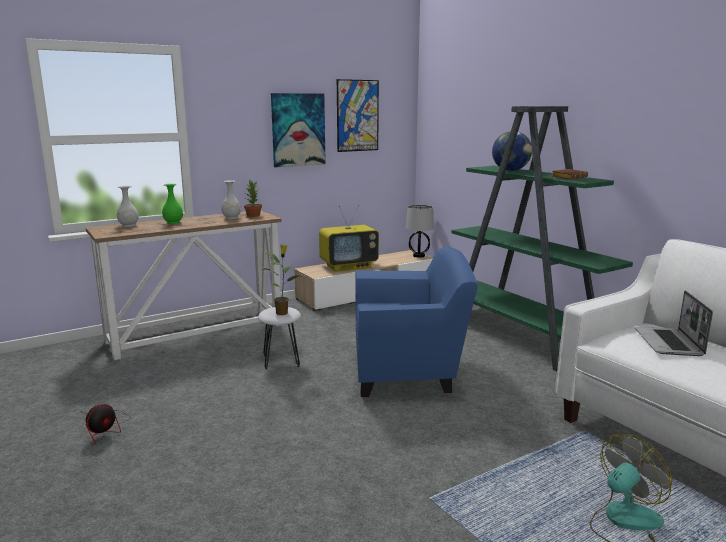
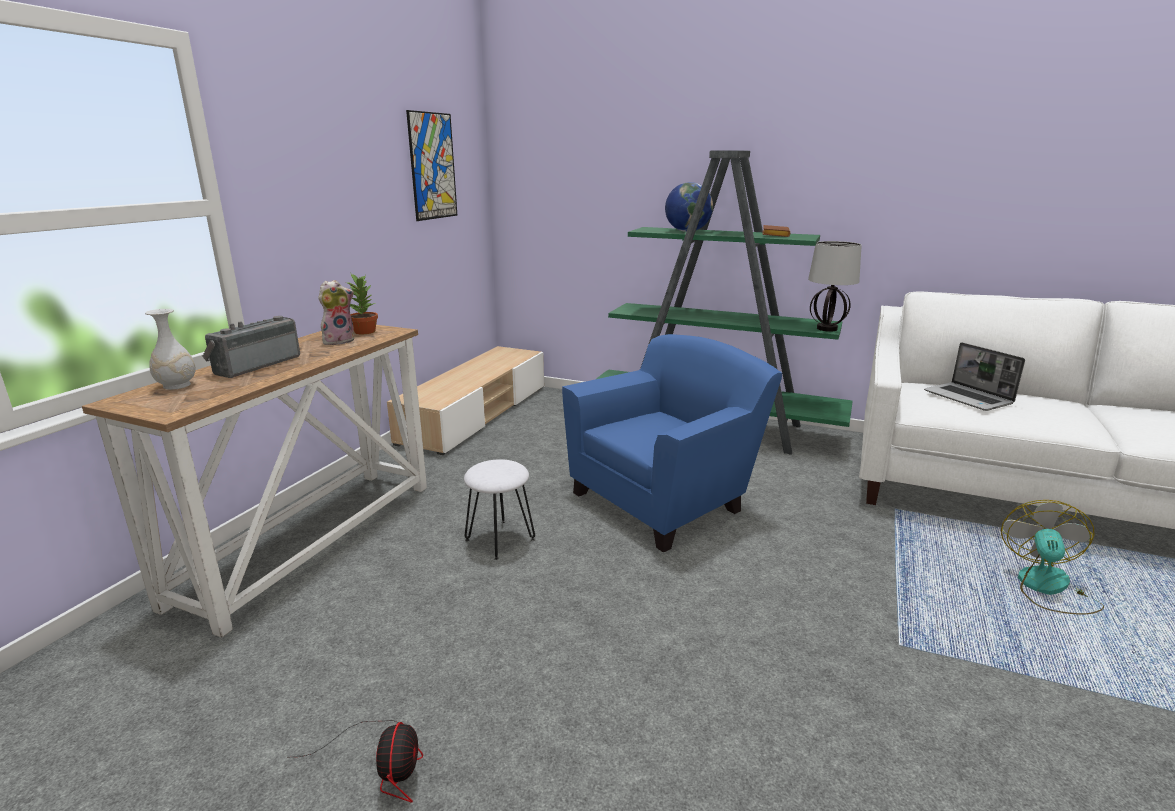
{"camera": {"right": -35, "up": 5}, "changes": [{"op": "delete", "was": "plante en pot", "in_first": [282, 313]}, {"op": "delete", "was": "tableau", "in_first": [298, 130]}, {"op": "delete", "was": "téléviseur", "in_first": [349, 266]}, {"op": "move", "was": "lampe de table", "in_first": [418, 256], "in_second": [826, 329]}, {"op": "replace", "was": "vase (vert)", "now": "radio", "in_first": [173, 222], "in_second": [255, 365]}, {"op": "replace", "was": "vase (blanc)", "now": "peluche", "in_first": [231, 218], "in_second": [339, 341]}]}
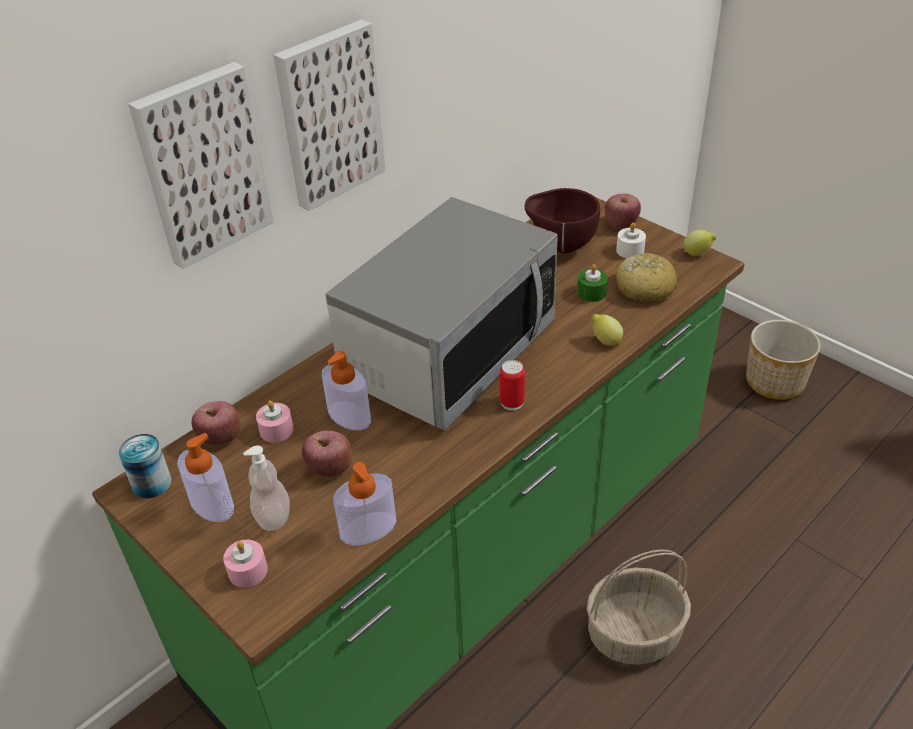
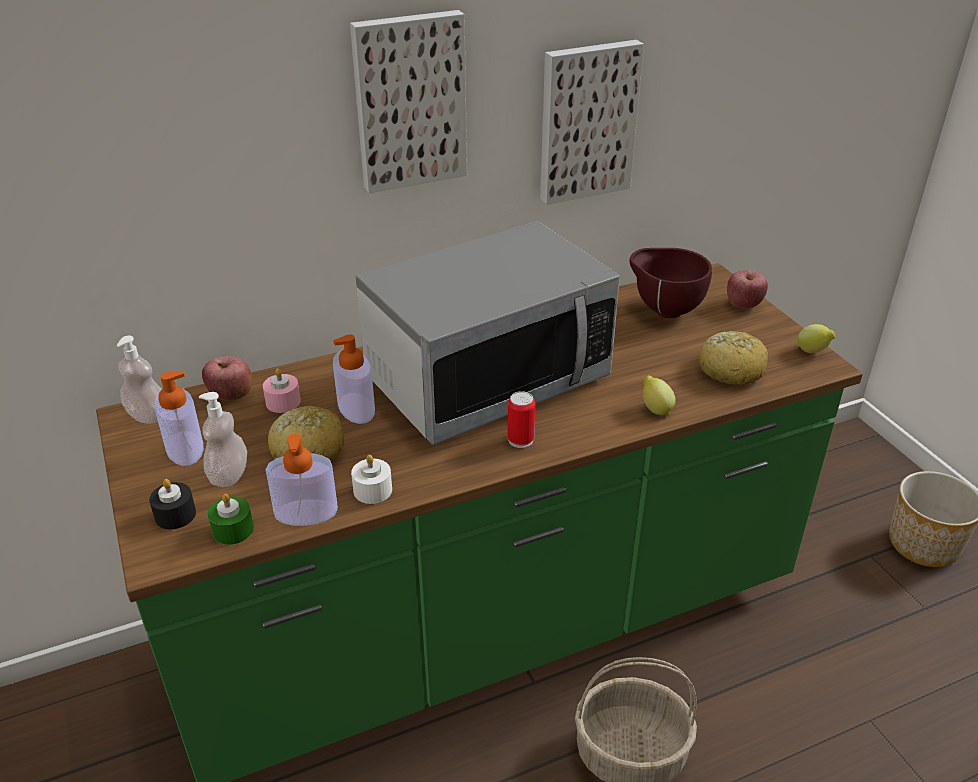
{"camera": {"right": 20, "up": -5}, "changes": [{"op": "move", "was": "tableau", "in_first": [202, 165], "in_second": [586, 121]}, {"op": "move", "was": "bougie (vert)", "in_first": [591, 293], "in_second": [233, 530]}, {"op": "move", "was": "bougie (blanc)", "in_first": [630, 250], "in_second": [372, 490]}, {"op": "replace", "was": "boîte métallique", "now": "distributeur de savon", "in_first": [152, 483], "in_second": [148, 416]}, {"op": "replace", "was": "pomme", "now": "pain", "in_first": [330, 468], "in_second": [308, 449]}, {"op": "recolor", "was": "bougie (rose)", "now": "bougie (noir)", "in_first": [248, 571], "in_second": [175, 515]}]}
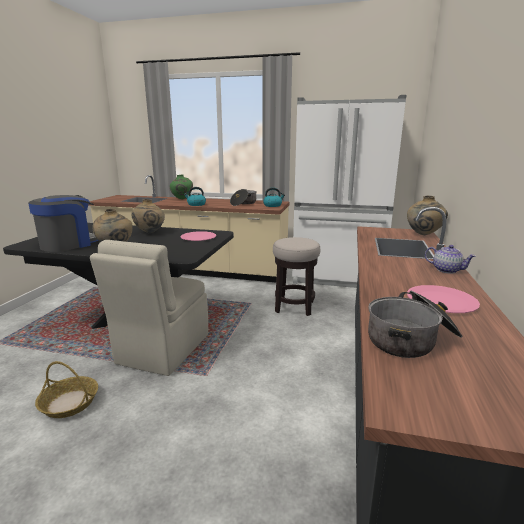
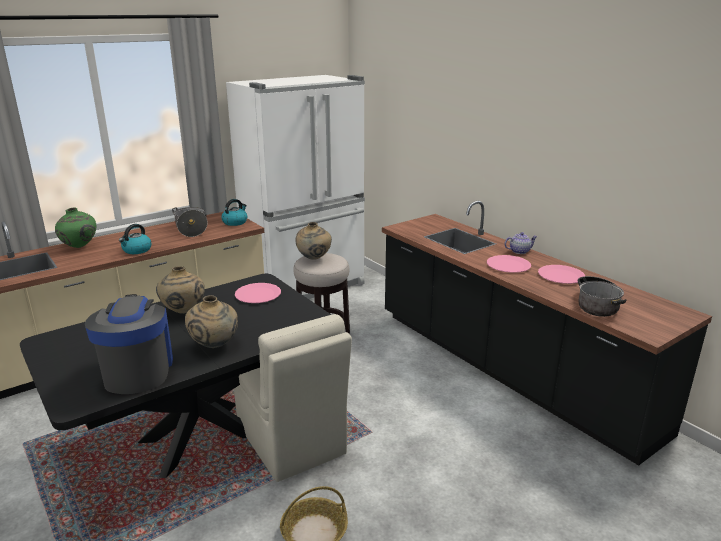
{"camera": {"right": -50, "up": 5}, "changes": [{"op": "insert", "now": "assiette (rose)", "in_second": [508, 265]}, {"op": "move", "was": "vase (beige)", "in_first": [424, 235], "in_second": [314, 259]}]}
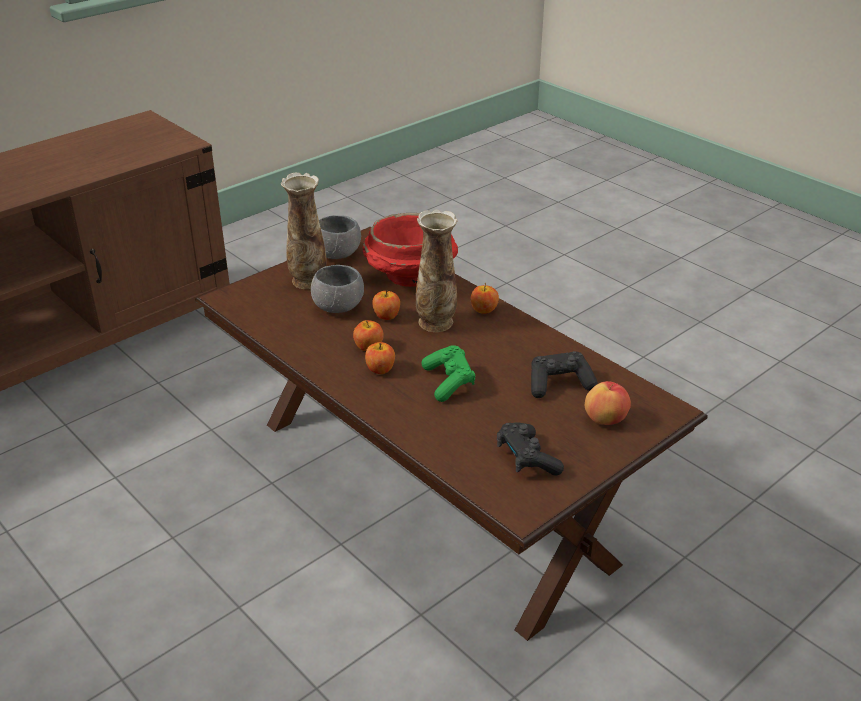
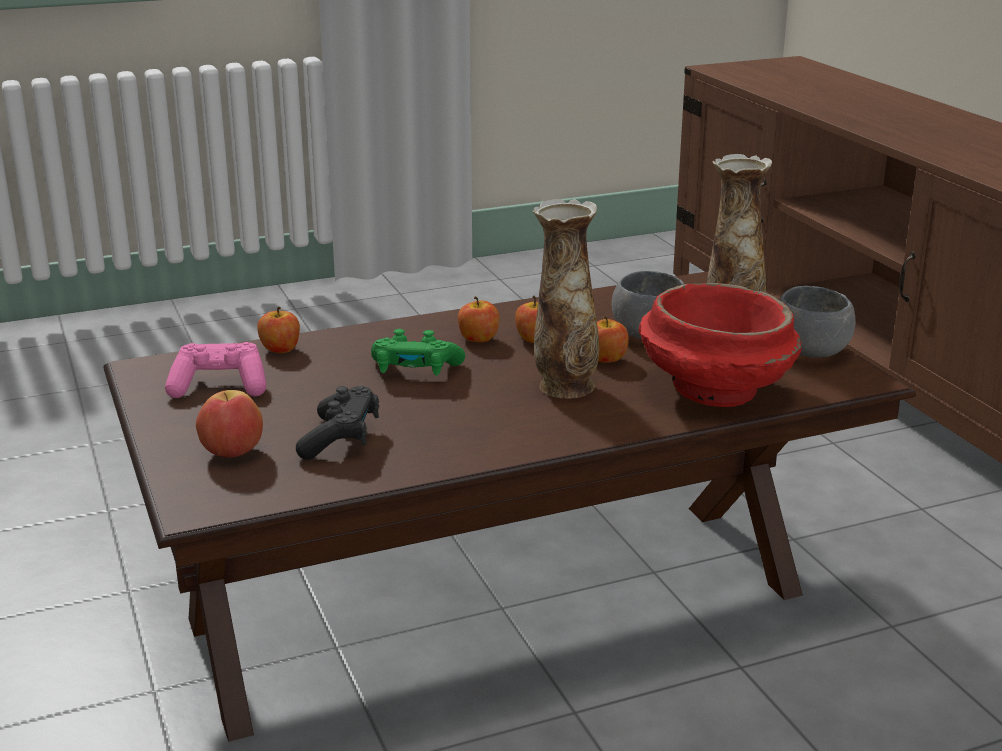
{"camera": {"right": 110, "up": -10}, "changes": [{"op": "move", "was": "pomme", "in_first": [484, 310], "in_second": [280, 349]}, {"op": "recolor", "was": "manette (noir)", "now": "manette (rose)", "in_first": [527, 459], "in_second": [219, 387]}]}
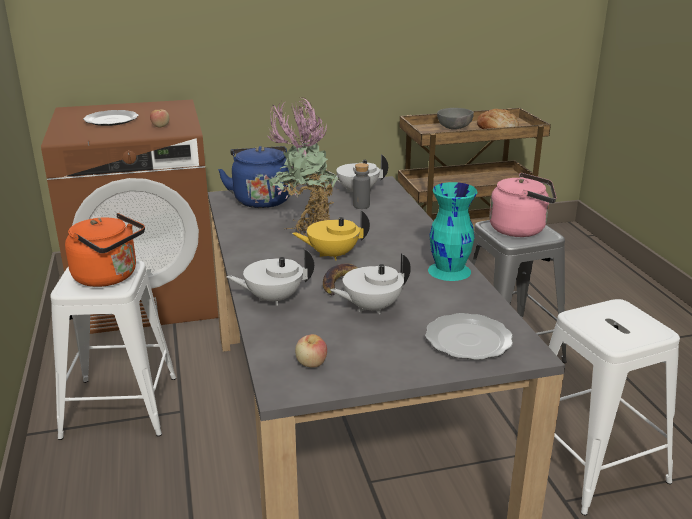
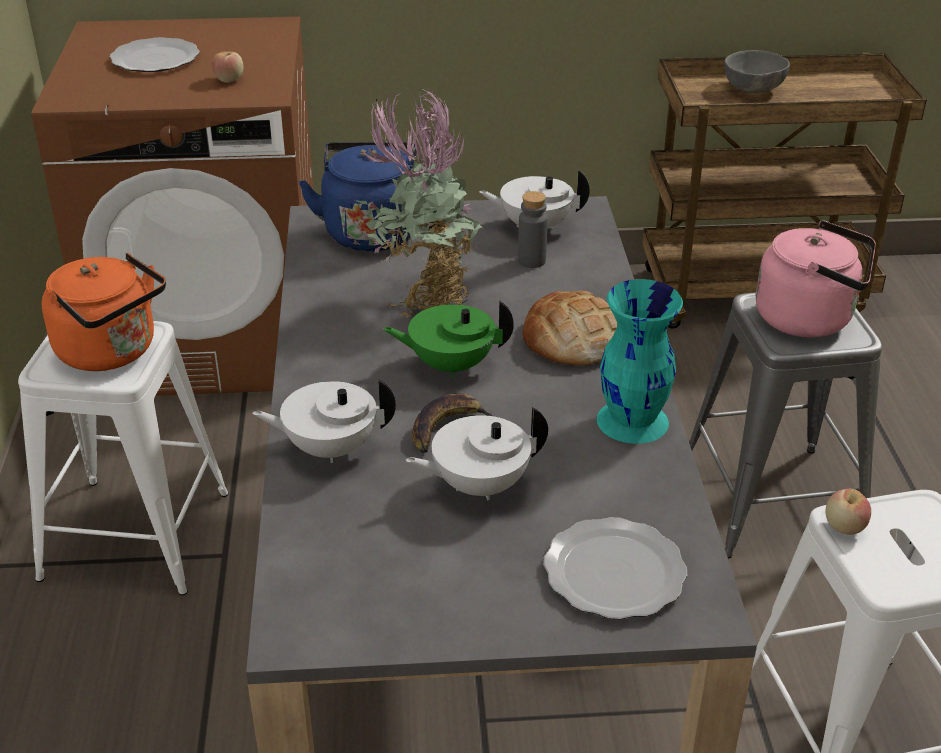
{"camera": {"right": 10, "up": 10}, "changes": [{"op": "move", "was": "pomme", "in_first": [311, 363], "in_second": [844, 527]}, {"op": "move", "was": "pain", "in_first": [497, 126], "in_second": [573, 339]}, {"op": "recolor", "was": "théière (jaune)", "now": "théière (vert)", "in_first": [332, 255], "in_second": [450, 365]}]}
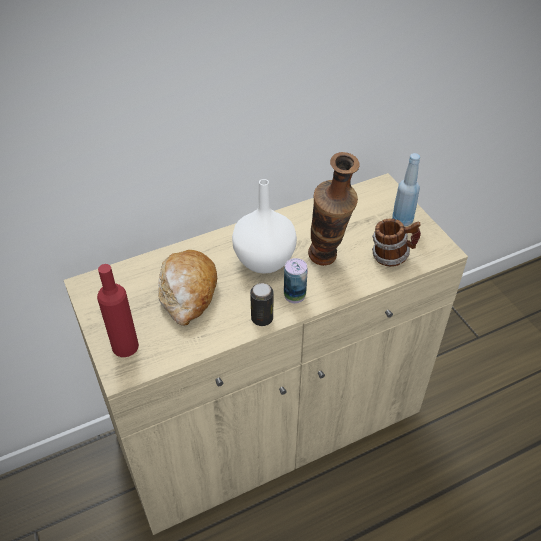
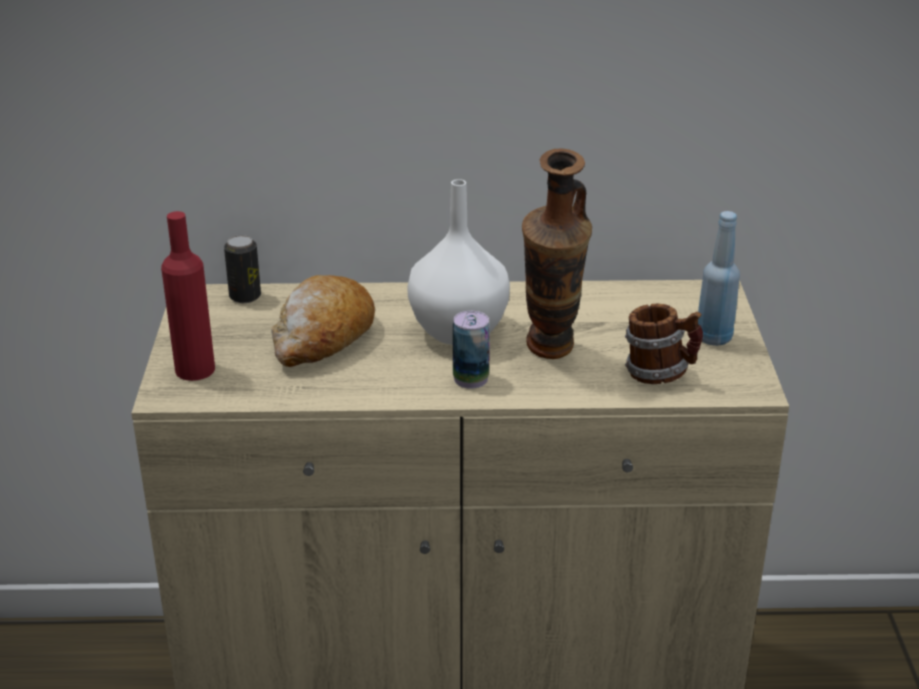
{"camera": {"right": 25, "up": -15}, "changes": [{"op": "move", "was": "boîte métallique", "in_first": [262, 318], "in_second": [245, 296]}]}
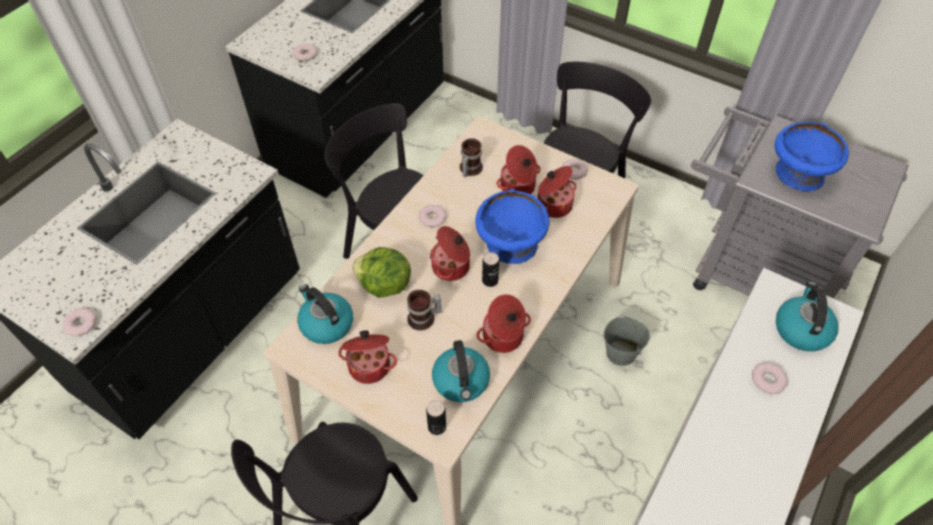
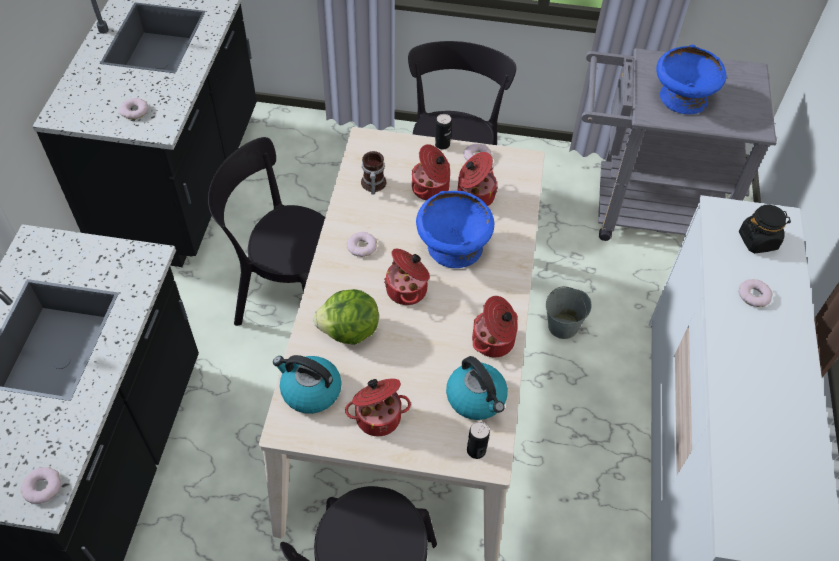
{"camera": {"right": -25, "up": 0}, "changes": [{"op": "delete", "was": "mug", "in_first": [424, 319]}, {"op": "move", "was": "boîte métallique", "in_first": [490, 280], "in_second": [442, 144]}, {"op": "replace", "was": "bouilloire", "now": "bocal (noir)", "in_first": [801, 329], "in_second": [758, 240]}]}
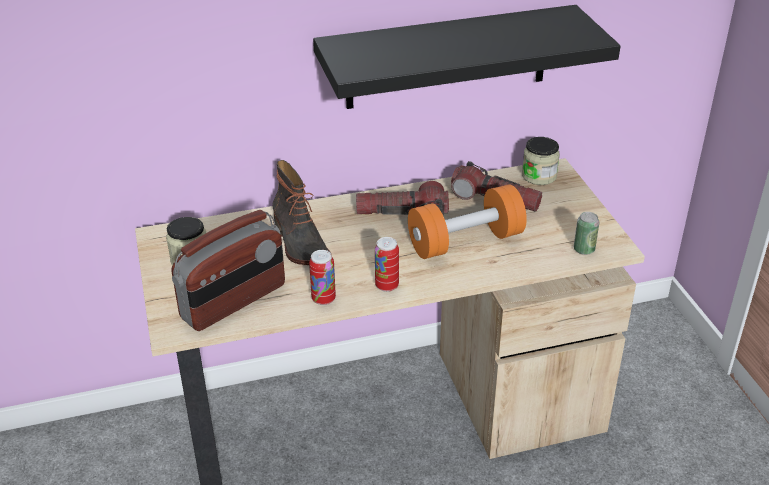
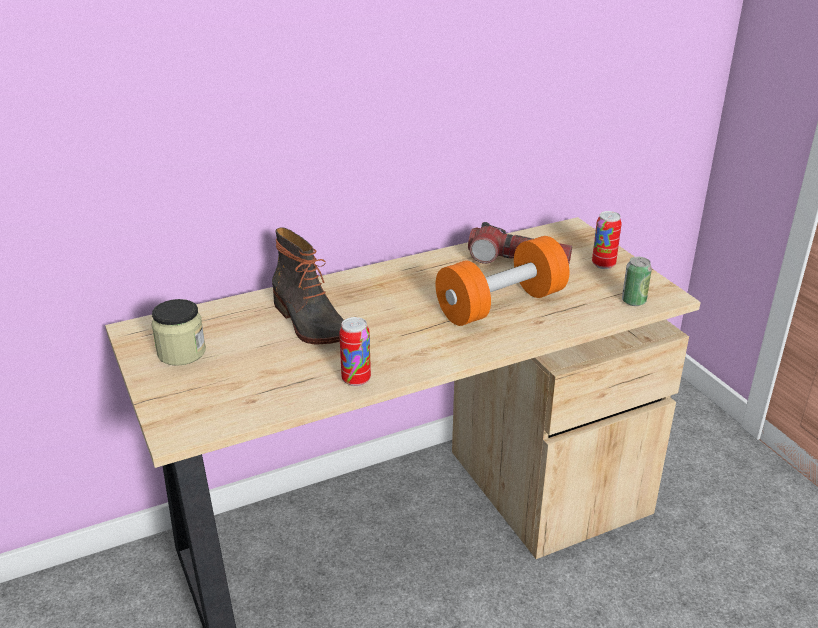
{"camera": {"right": -10, "up": -5}, "changes": [{"op": "delete", "was": "radio", "in_first": [234, 302]}, {"op": "delete", "was": "étagère (noir)", "in_first": [447, 57]}, {"op": "delete", "was": "lampe de poche", "in_first": [402, 213]}, {"op": "delete", "was": "bocal", "in_first": [539, 176]}, {"op": "move", "was": "boîte métallique", "in_first": [387, 286], "in_second": [603, 264]}]}
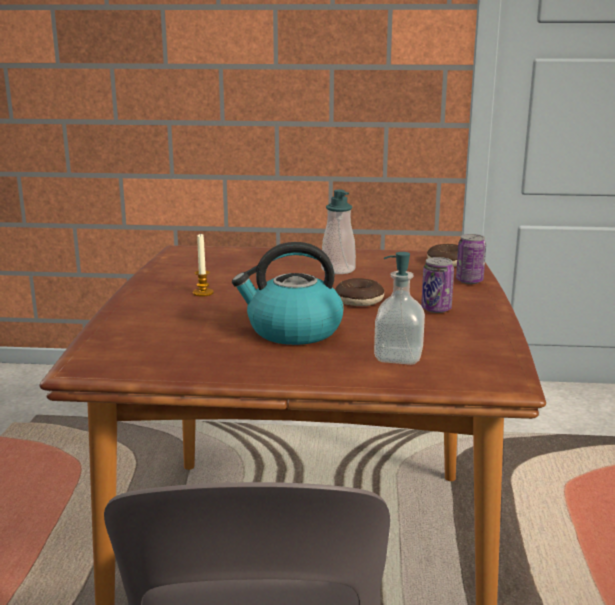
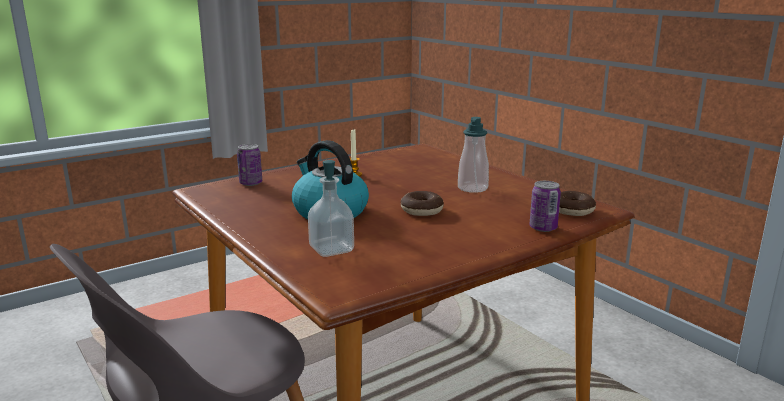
{"camera": {"right": 50, "up": 0}, "changes": [{"op": "move", "was": "boîte métallique", "in_first": [436, 309], "in_second": [251, 183]}]}
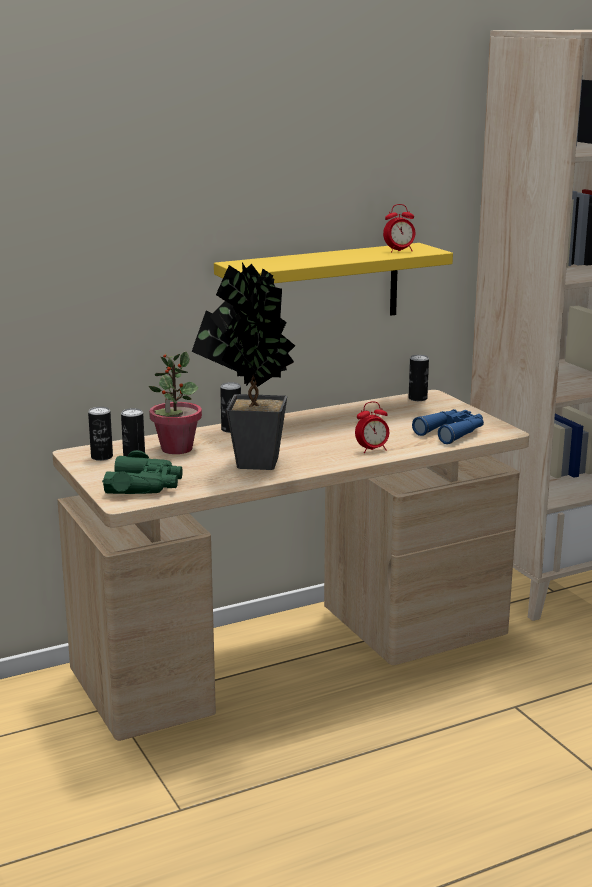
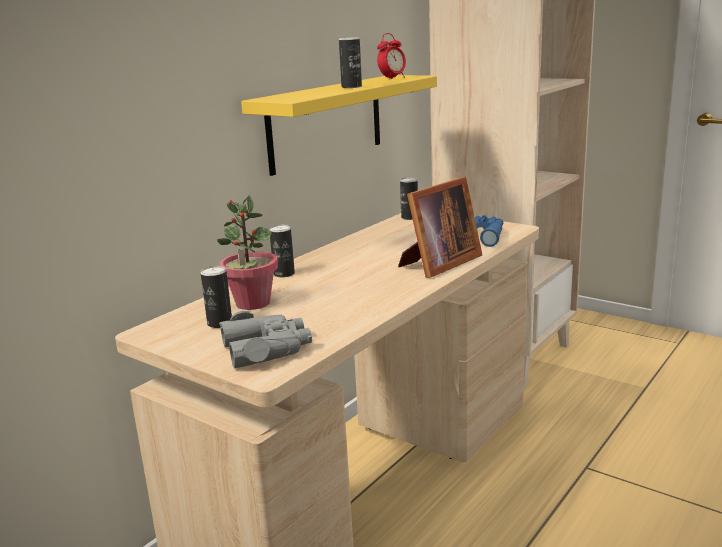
{"camera": {"right": -25, "up": 0}, "changes": [{"op": "delete", "was": "plante en pot", "in_first": [252, 465]}, {"op": "move", "was": "boîte métallique", "in_first": [102, 457], "in_second": [351, 87]}, {"op": "replace", "was": "réveil", "now": "cadre photo", "in_first": [372, 450], "in_second": [438, 264]}, {"op": "recolor", "was": "jumelles (vert)", "now": "jumelles (gris)", "in_first": [144, 485], "in_second": [267, 349]}]}
